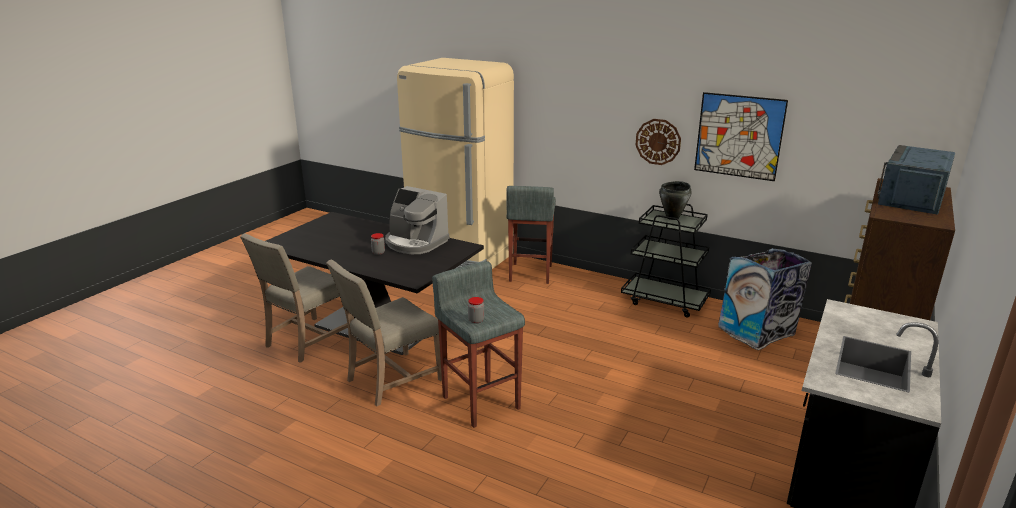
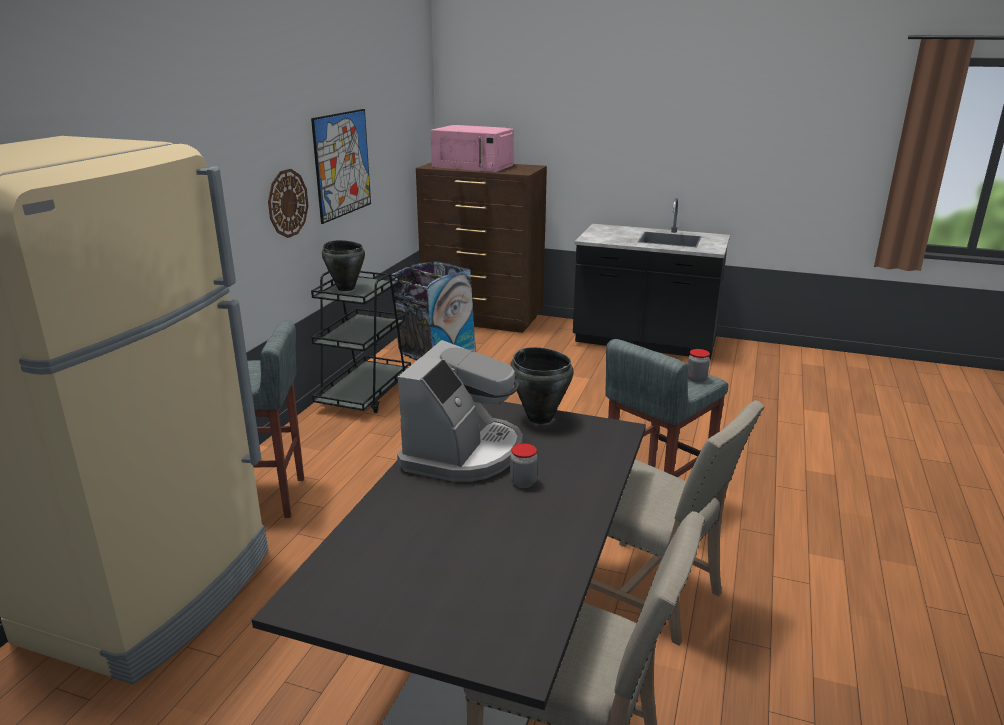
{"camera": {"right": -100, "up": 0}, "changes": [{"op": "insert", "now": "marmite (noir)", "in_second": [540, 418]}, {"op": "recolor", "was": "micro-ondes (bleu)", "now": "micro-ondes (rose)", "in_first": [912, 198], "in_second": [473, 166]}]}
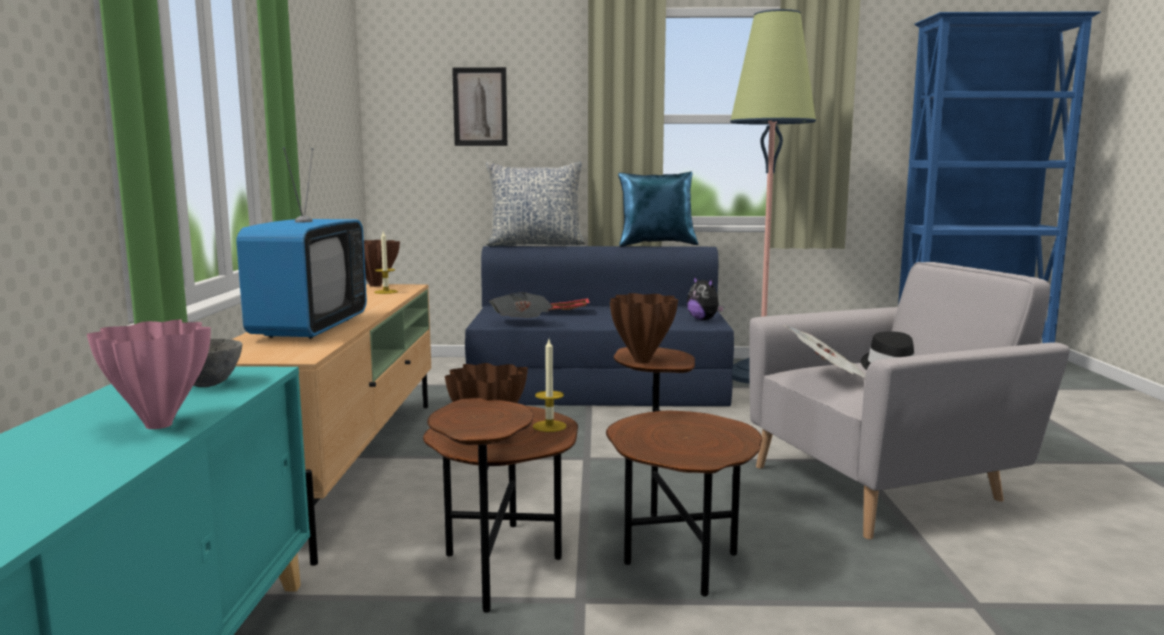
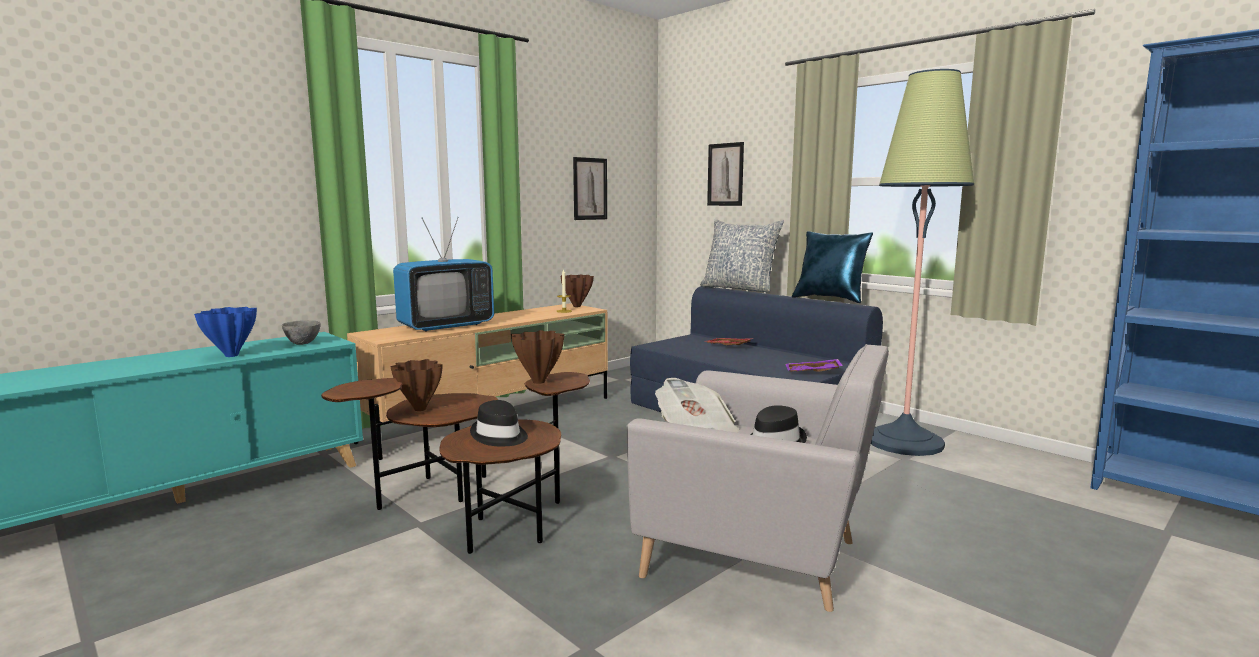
{"camera": {"right": 45, "up": 0}, "changes": [{"op": "delete", "was": "journal", "in_first": [522, 323]}, {"op": "delete", "was": "bougie", "in_first": [549, 426]}, {"op": "insert", "now": "chapeau (noir)", "in_second": [499, 436]}, {"op": "insert", "now": "tableau", "in_second": [590, 189]}, {"op": "replace", "was": "peluche", "now": "plateau (violet)", "in_first": [703, 320], "in_second": [813, 373]}, {"op": "recolor", "was": "vase (rose)", "now": "vase (bleu)", "in_first": [160, 424], "in_second": [233, 355]}]}
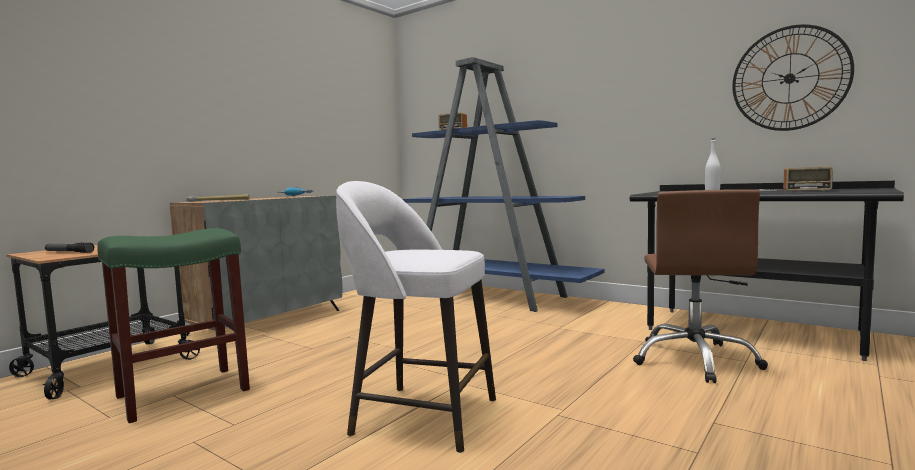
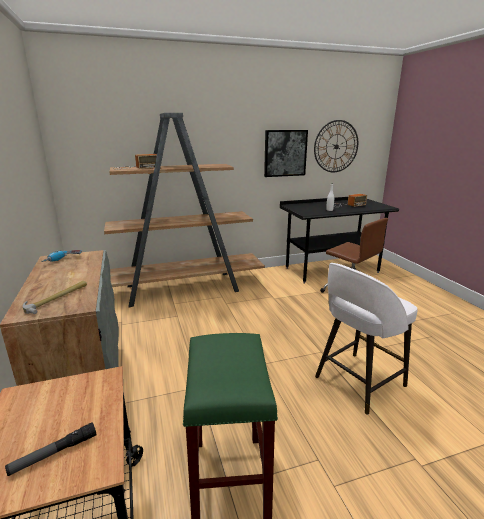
{"camera": {"right": -55, "up": 15}, "changes": [{"op": "insert", "now": "tableau", "in_second": [285, 153]}, {"op": "recolor", "was": "bibliothèque (bleu)", "now": "bibliothèque (marron)", "in_first": [489, 296], "in_second": [184, 288]}]}
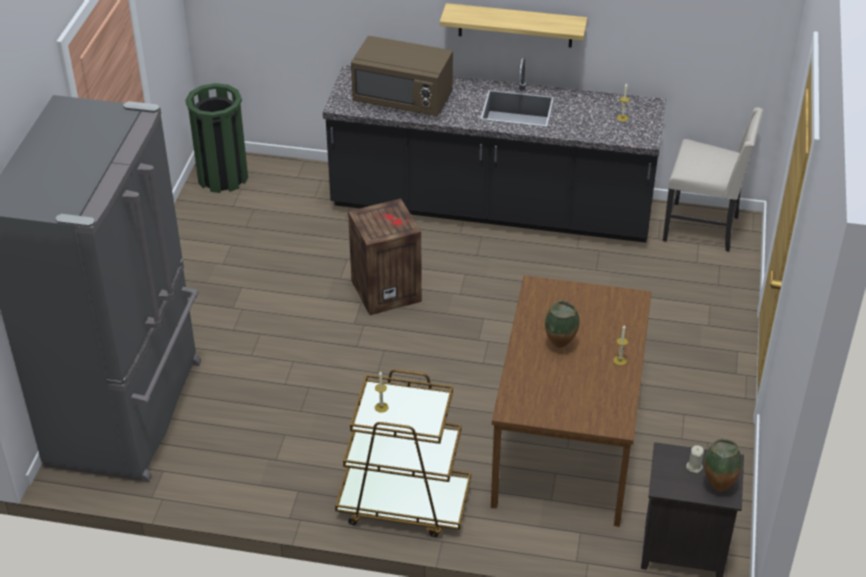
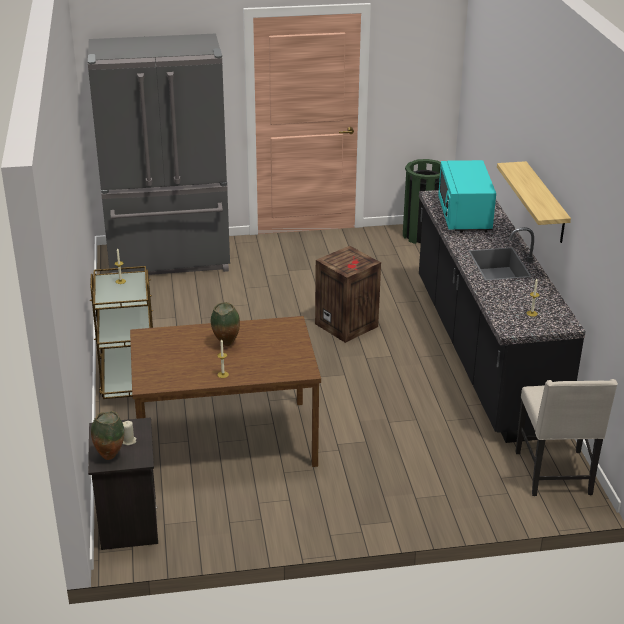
{"camera": {"right": 70, "up": -10}, "changes": [{"op": "recolor", "was": "micro-ondes (marron)", "now": "micro-ondes (turquoise)", "in_first": [403, 99], "in_second": [465, 216]}]}
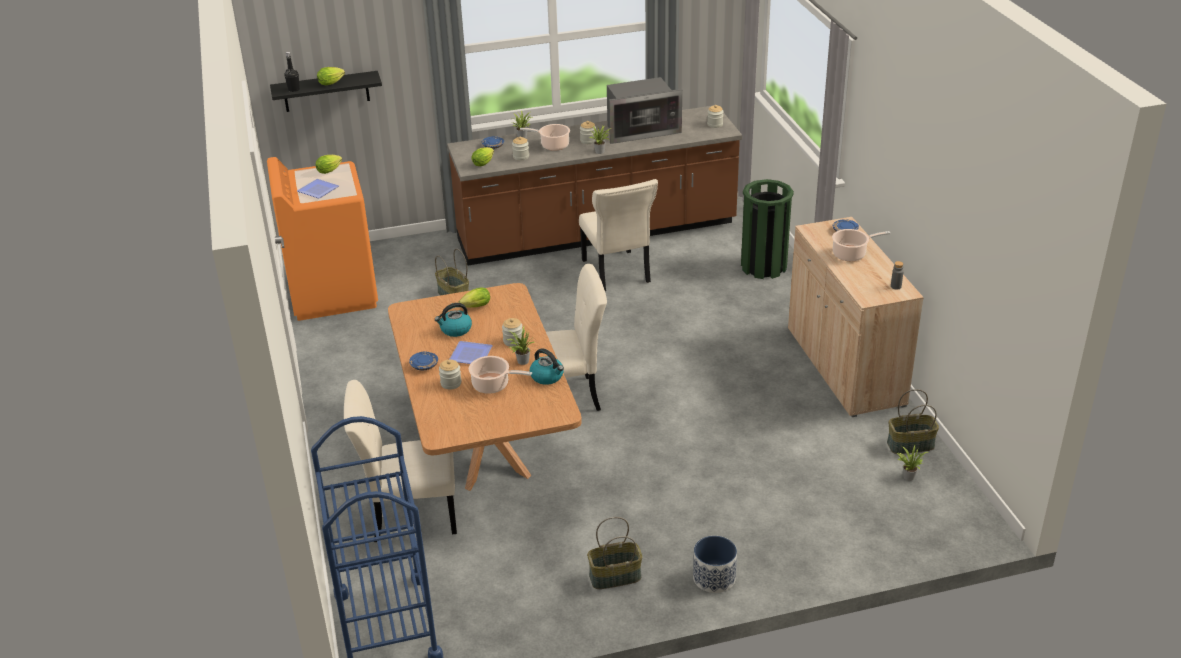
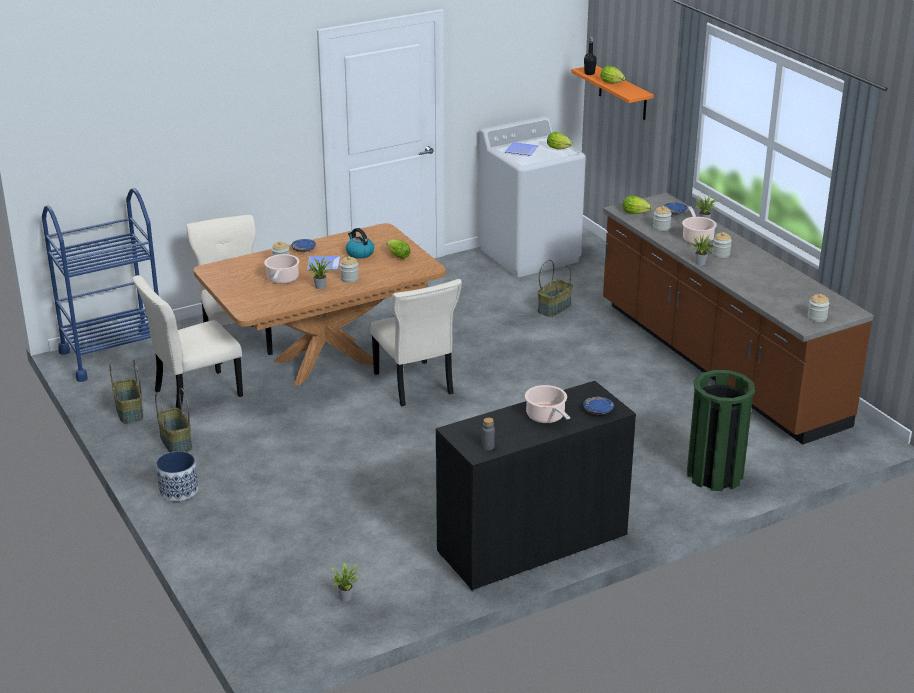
{"camera": {"right": 75, "up": -5}, "changes": [{"op": "delete", "was": "bouilloire", "in_first": [547, 377]}, {"op": "delete", "was": "micro-ondes", "in_first": [640, 130]}, {"op": "move", "was": "chaise (beige)", "in_first": [616, 273], "in_second": [194, 394]}, {"op": "move", "was": "panier", "in_first": [910, 445], "in_second": [128, 412]}, {"op": "recolor", "was": "lave-linge (orange)", "now": "lave-linge (blanc)", "in_first": [332, 293], "in_second": [529, 255]}, {"op": "recolor", "was": "étagère (noir)", "now": "étagère (orange)", "in_first": [326, 91], "in_second": [622, 93]}, {"op": "recolor", "was": "meuble de rangement (beige)", "now": "meuble de rangement (noir)", "in_first": [844, 367], "in_second": [532, 544]}]}
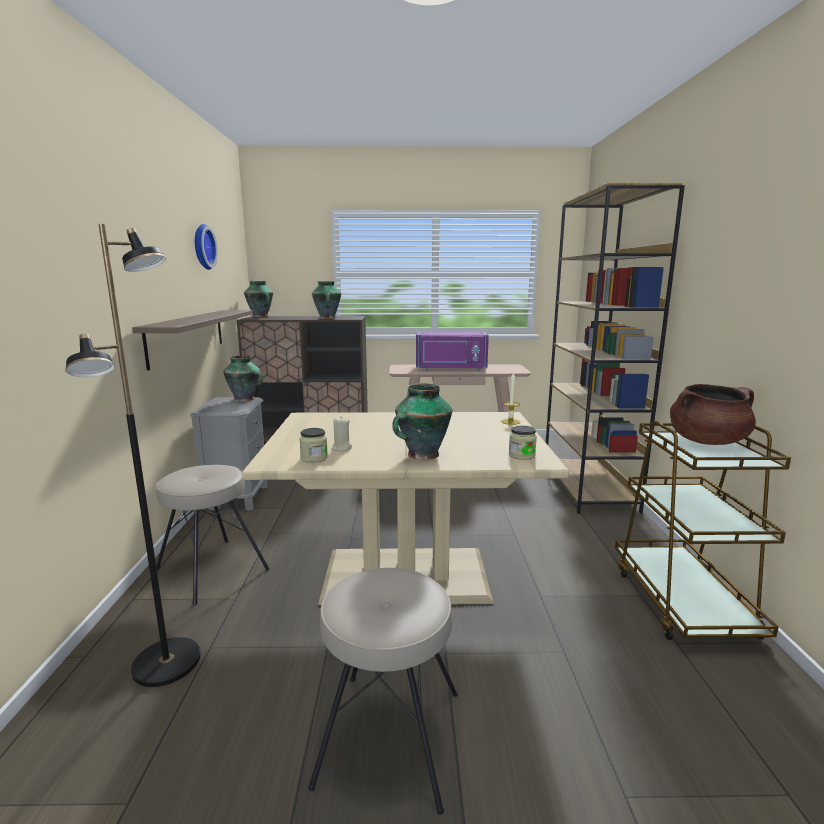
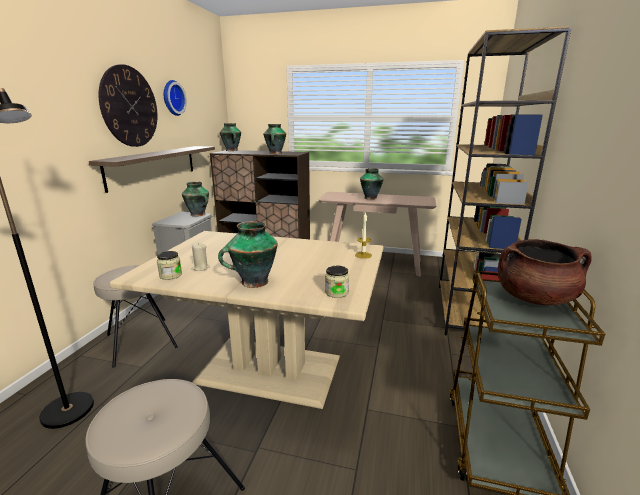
{"camera": {"right": 15, "up": 5}, "changes": [{"op": "insert", "now": "horloge murale", "in_second": [129, 107]}, {"op": "replace", "was": "micro-ondes (violet)", "now": "vase", "in_first": [450, 369], "in_second": [370, 198]}]}
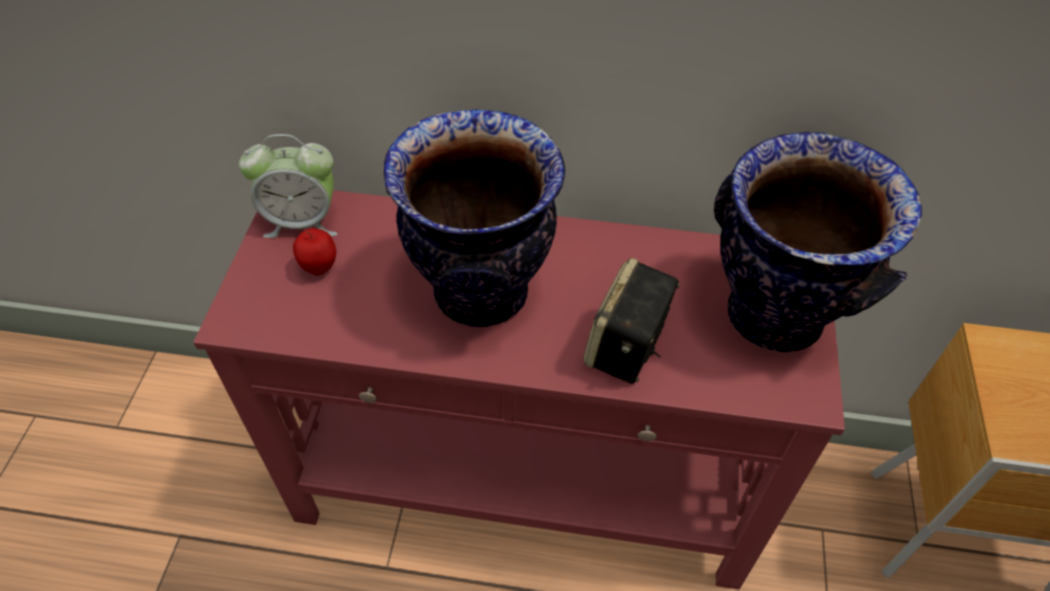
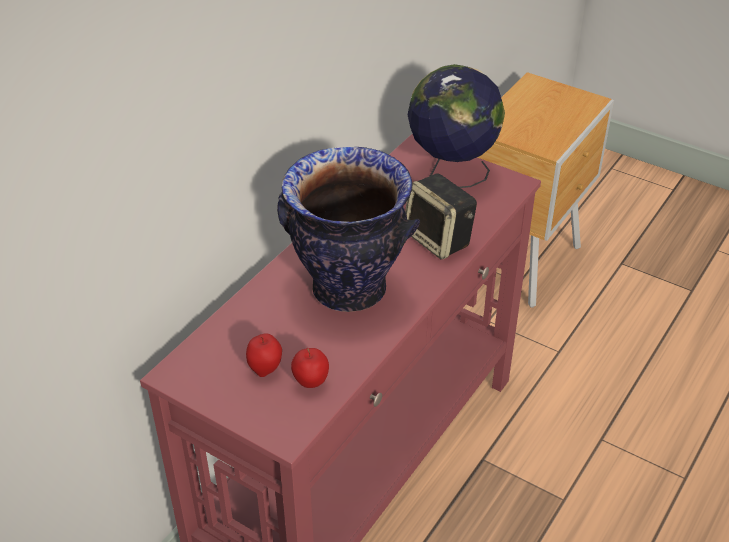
{"camera": {"right": -65, "up": -10}, "changes": [{"op": "delete", "was": "réveil", "in_first": [302, 221]}, {"op": "insert", "now": "pomme", "in_second": [311, 383]}, {"op": "replace", "was": "vase", "now": "globe", "in_first": [773, 317], "in_second": [451, 174]}]}
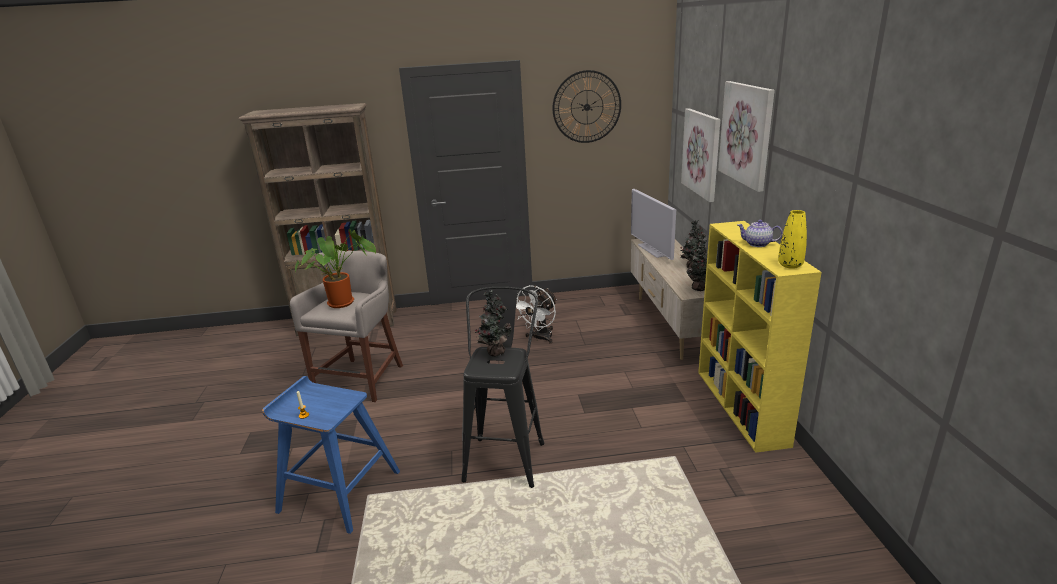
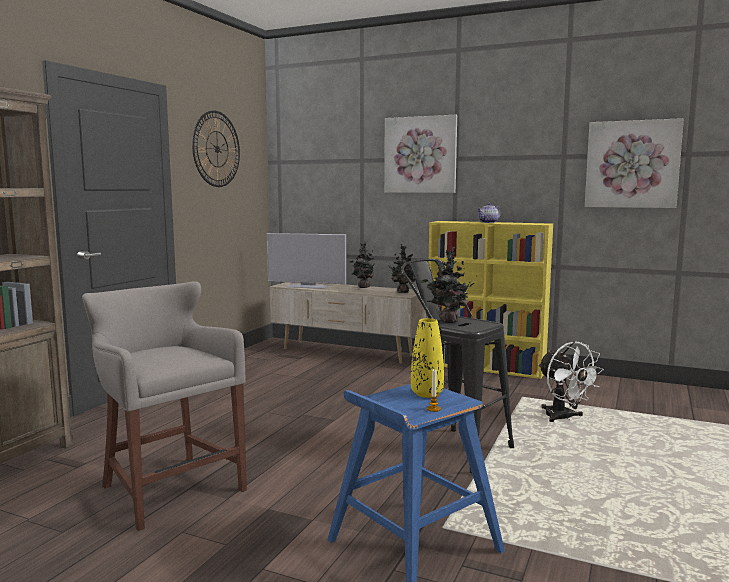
{"camera": {"right": -60, "up": -15}, "changes": [{"op": "delete", "was": "plante en pot", "in_first": [344, 302]}, {"op": "move", "was": "ventilateur (blanc)", "in_first": [540, 338], "in_second": [563, 418]}, {"op": "move", "was": "tableau", "in_first": [702, 153], "in_second": [632, 164]}, {"op": "move", "was": "vase (jaune)", "in_first": [790, 265], "in_second": [427, 394]}]}
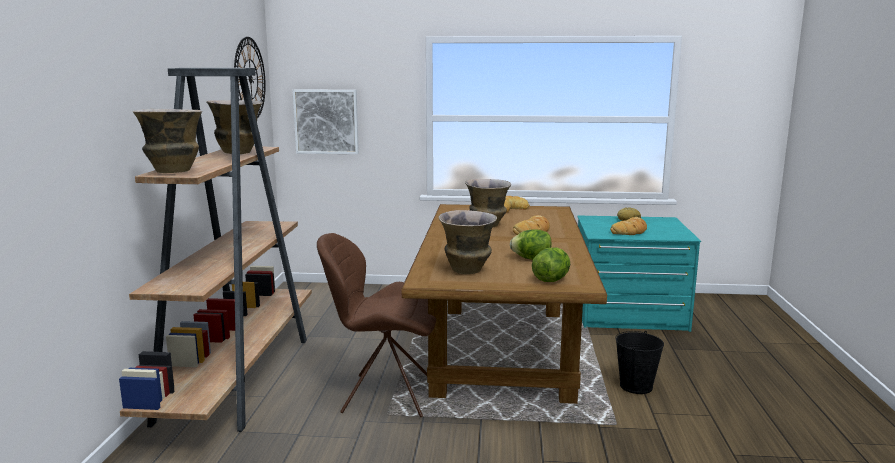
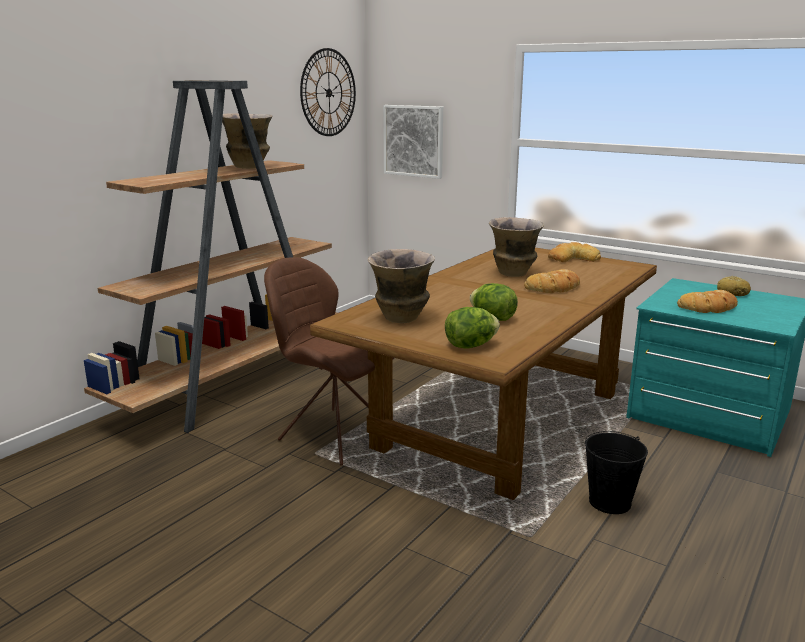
{"camera": {"right": 30, "up": 5}, "changes": [{"op": "delete", "was": "vase", "in_first": [173, 171]}]}
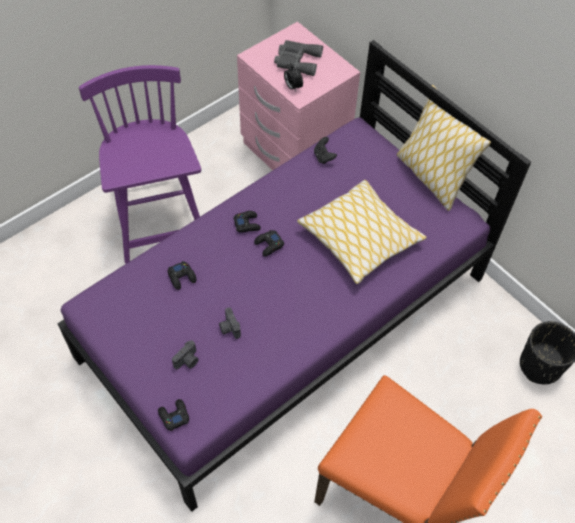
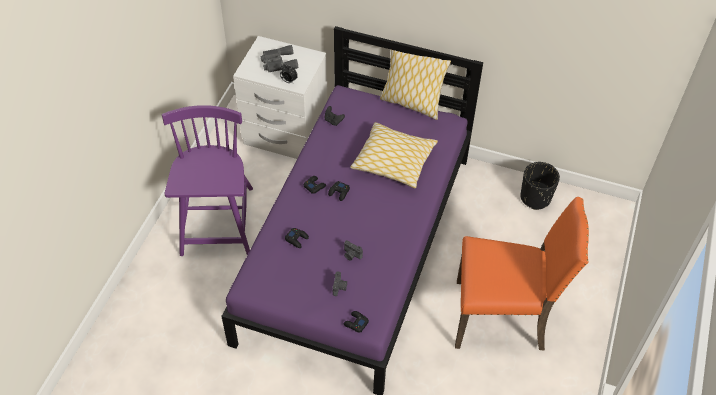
{"camera": {"right": -30, "up": -5}, "changes": [{"op": "recolor", "was": "table de chevet (rose)", "now": "table de chevet (blanc)", "in_first": [294, 153], "in_second": [285, 135]}, {"op": "rotate", "was": "chaise (violet)", "in_first": [158, 216], "in_second": [218, 223], "clockwise": 45}]}
